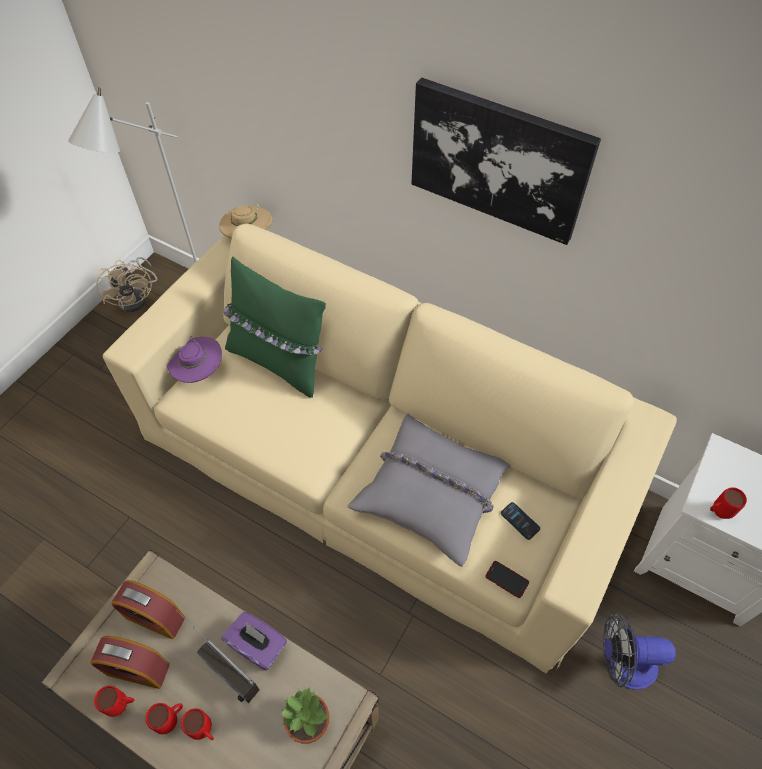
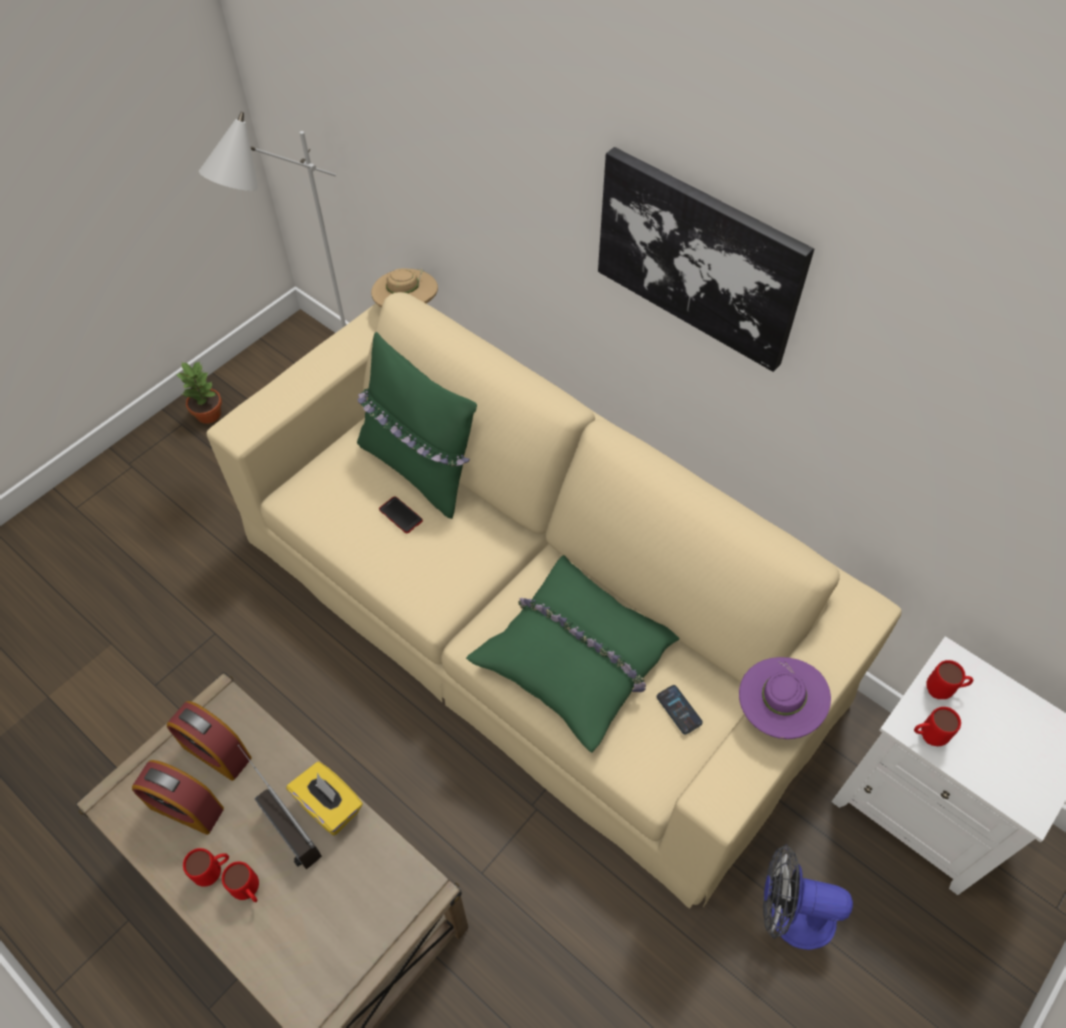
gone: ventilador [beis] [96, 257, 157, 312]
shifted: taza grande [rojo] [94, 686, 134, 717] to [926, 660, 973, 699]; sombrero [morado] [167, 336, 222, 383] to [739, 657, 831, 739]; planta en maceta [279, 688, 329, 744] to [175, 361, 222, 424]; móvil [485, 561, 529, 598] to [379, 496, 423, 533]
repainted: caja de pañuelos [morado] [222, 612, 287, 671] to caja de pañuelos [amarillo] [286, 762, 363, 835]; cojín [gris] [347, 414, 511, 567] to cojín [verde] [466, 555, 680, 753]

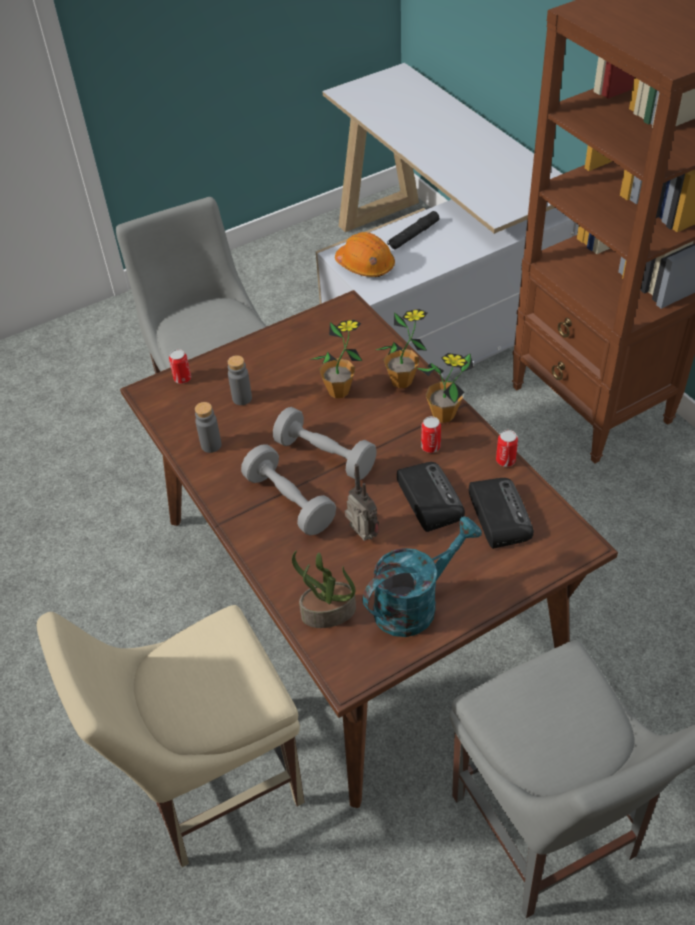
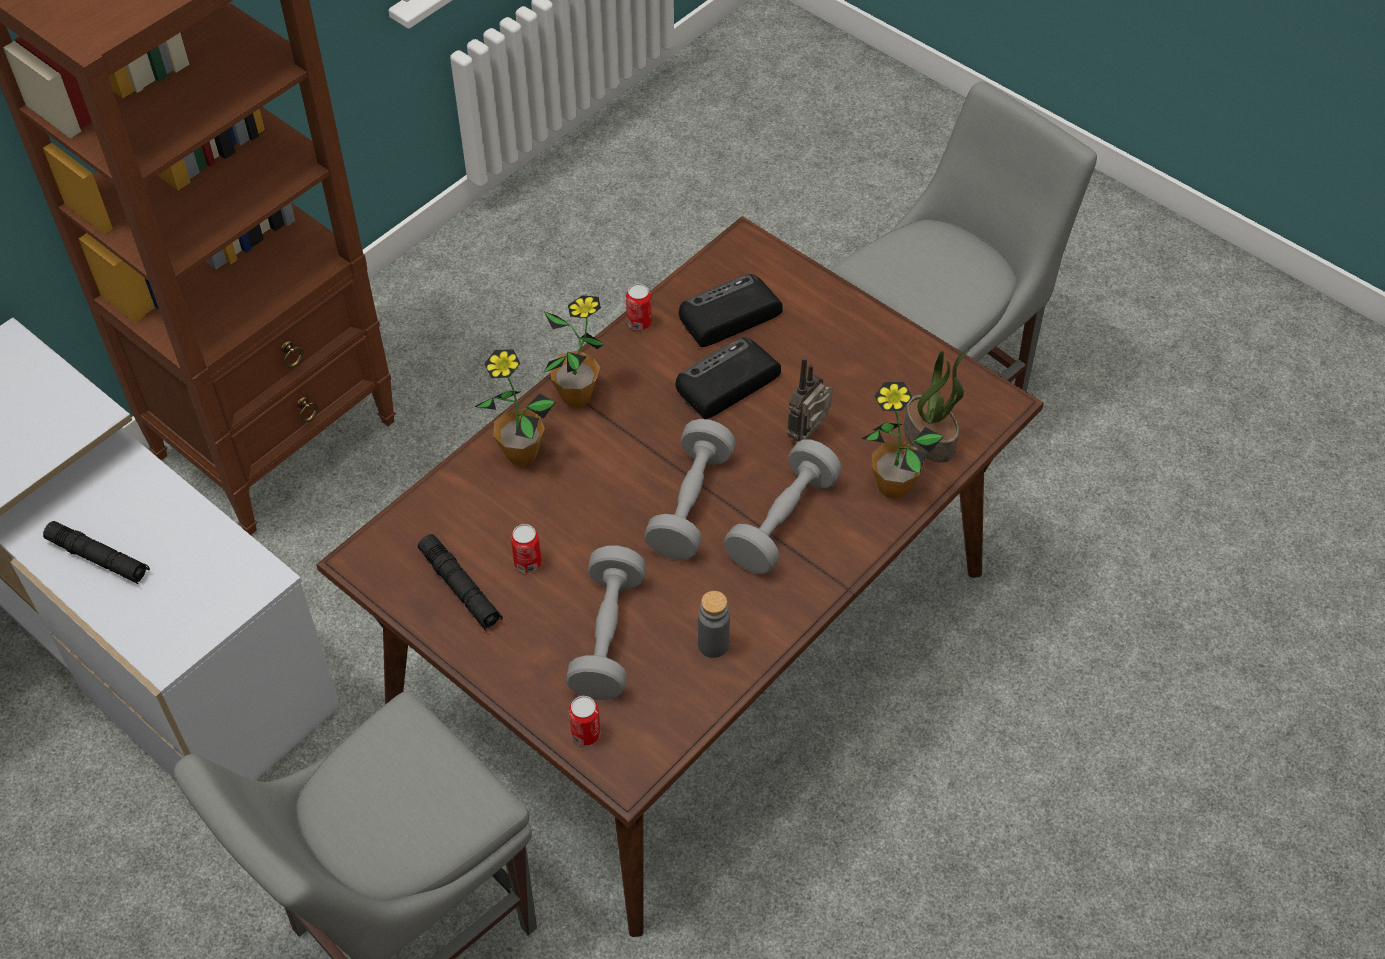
gone: silla [beis] [37, 605, 305, 867]; casco [naranja] [335, 232, 395, 277]; regadera [turquesa] [363, 516, 482, 637]
new: linterna [negro] [418, 534, 503, 631]
shifted: planta en maceta [309, 319, 362, 398] to [861, 382, 944, 499]; lata [421, 416, 441, 453] to [511, 524, 542, 573]
swapped: botella [gris] [228, 355, 252, 405] to mancuerna [gris] [566, 545, 646, 700]

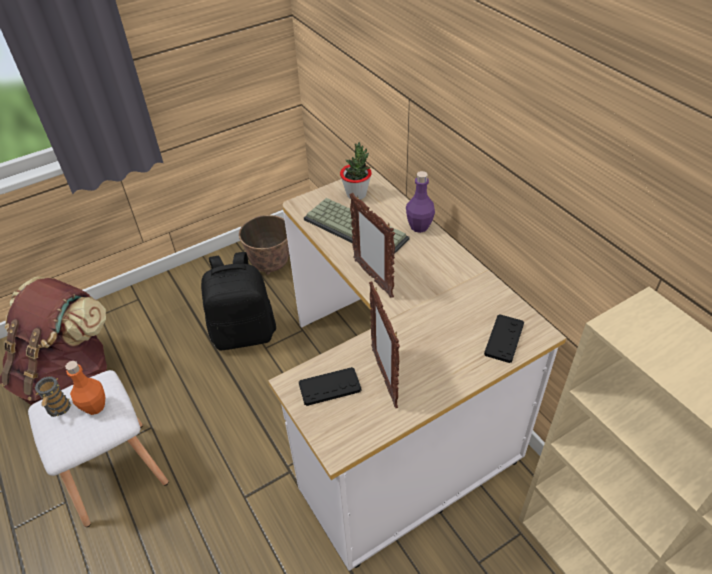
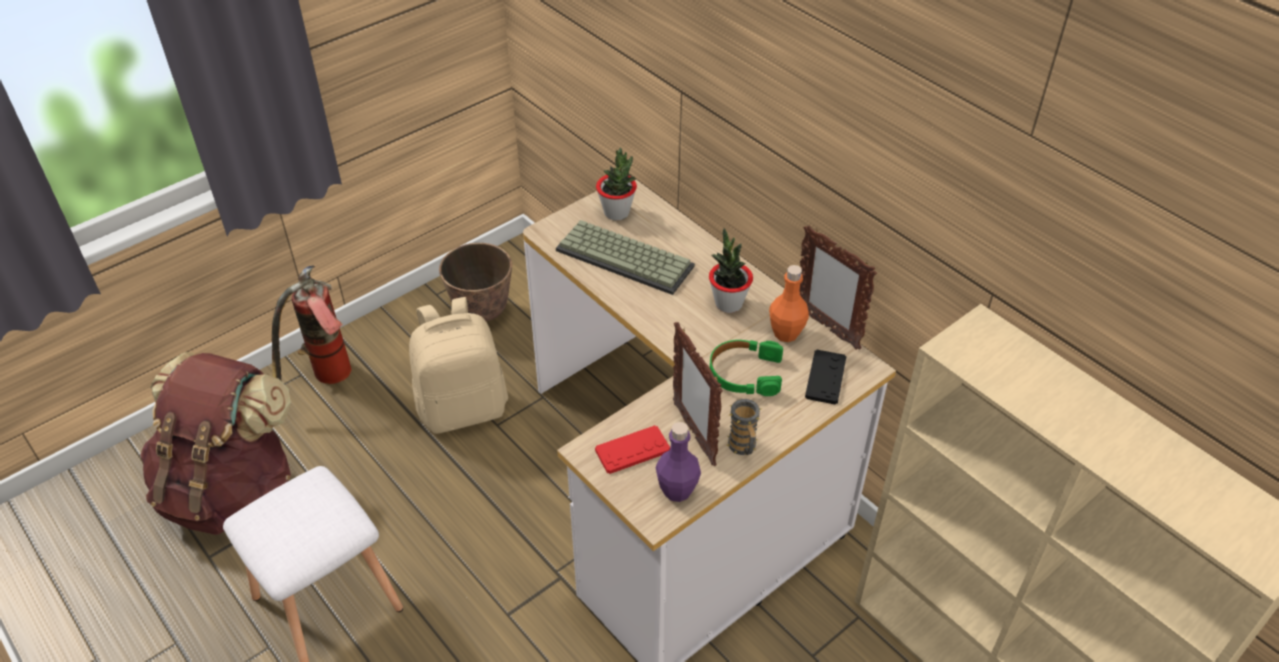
new: extintor [272, 266, 352, 384]; planta en maceta [709, 228, 753, 313]; auriculares [verde] [710, 340, 783, 396]
shifted: taza grande [34, 376, 71, 417] to [726, 399, 761, 455]; botella [naranja] [65, 361, 105, 415] to [769, 265, 809, 342]; portarretratos [349, 193, 395, 298] to [799, 225, 877, 350]; botella [morado] [406, 171, 435, 233] to [656, 422, 701, 502]
repainted: mochila [negro] [201, 252, 276, 350] to mochila [beis] [409, 297, 508, 434]; mando de consola [negro] [299, 367, 361, 406] to mando de consola [rojo] [595, 425, 670, 474]

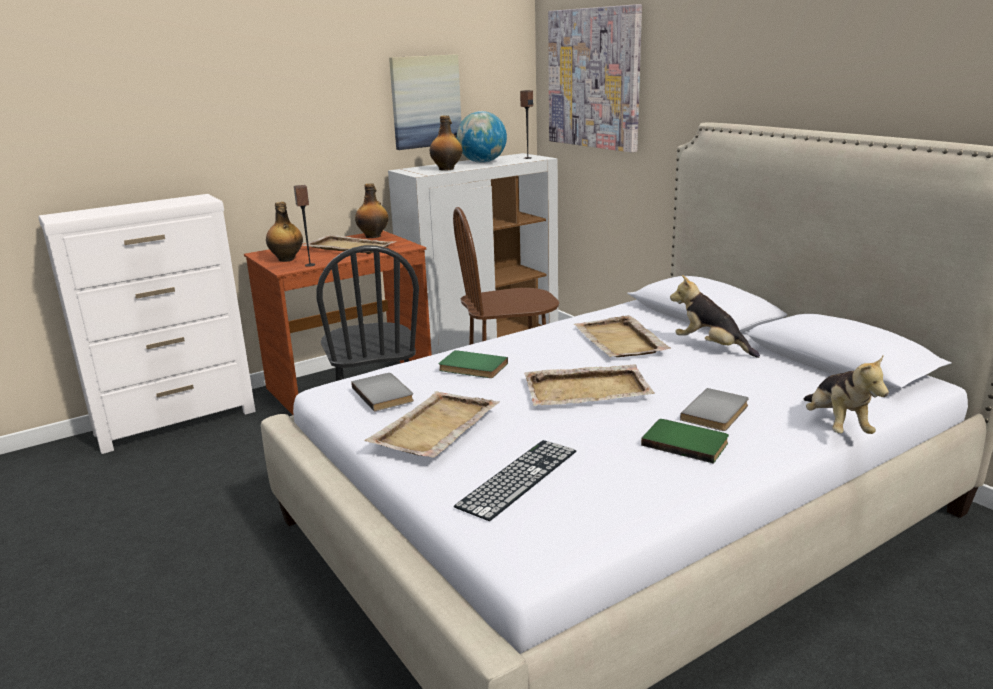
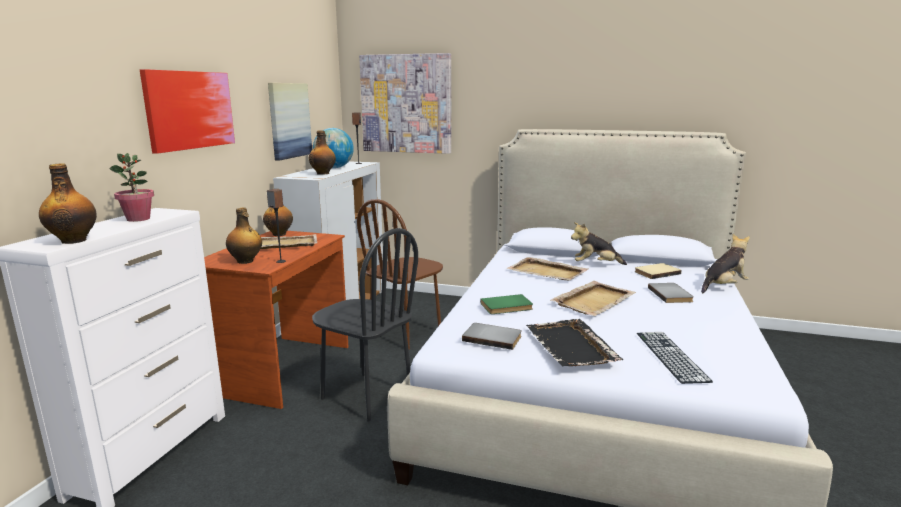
gone: libro [verde] [641, 419, 729, 464]
new: botella [39, 163, 97, 244]; planta en maceta [109, 153, 154, 222]; cuadro [140, 69, 235, 154]; libro [beis] [635, 263, 682, 279]
repainted: bandeja [beis] [364, 391, 500, 458] to bandeja [negro] [526, 319, 623, 367]
rotated: peluche [804, 356, 889, 434] = [701, 234, 750, 293] 75 degrees counterclockwise

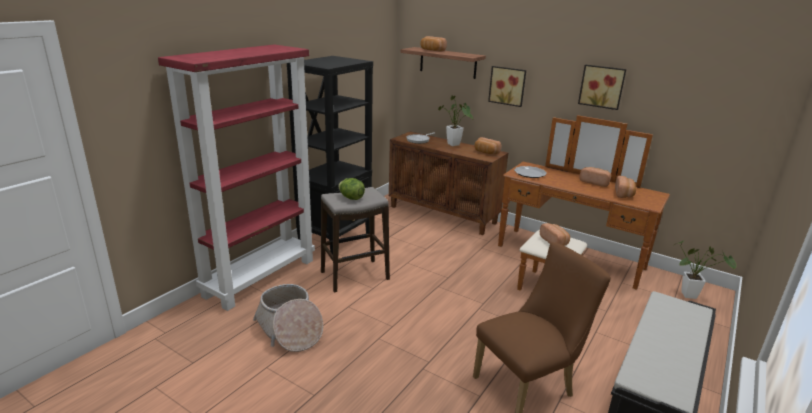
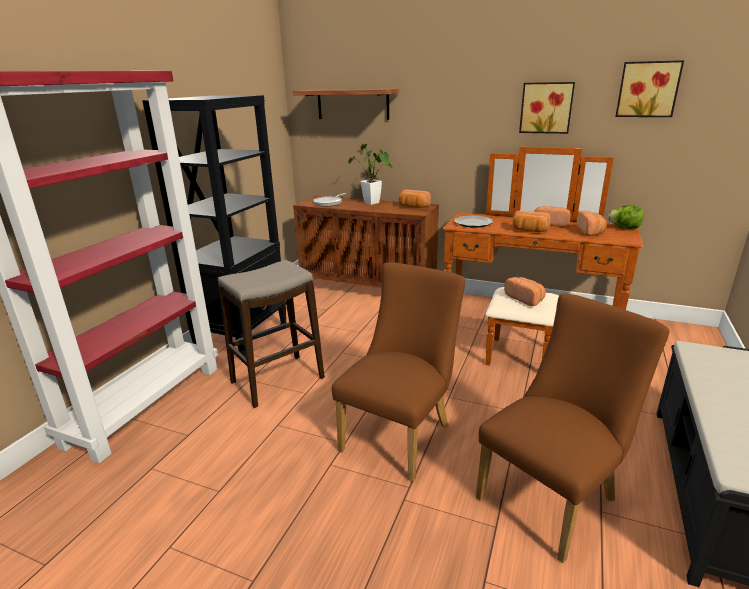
gone: cesta [253, 284, 323, 352]; planta en maceta [673, 241, 736, 299]
new: silla [marrón] [332, 262, 465, 482]
shifted: lechuga [338, 178, 365, 200] to [608, 205, 644, 229]; pan [420, 36, 447, 52] to [512, 210, 551, 232]; cuadro [488, 66, 526, 107] to [615, 60, 684, 117]

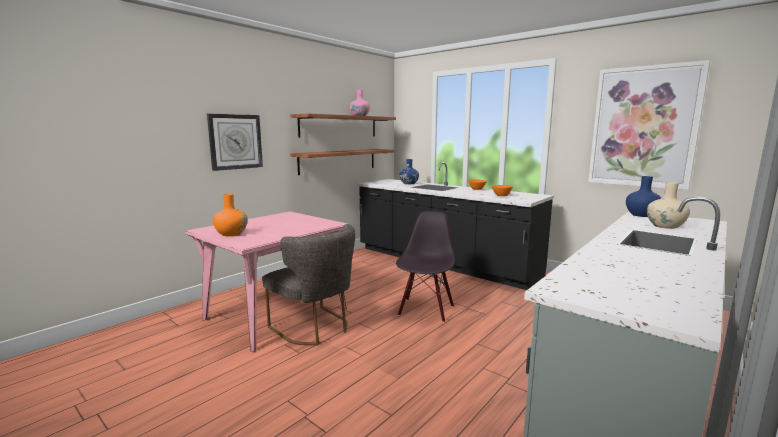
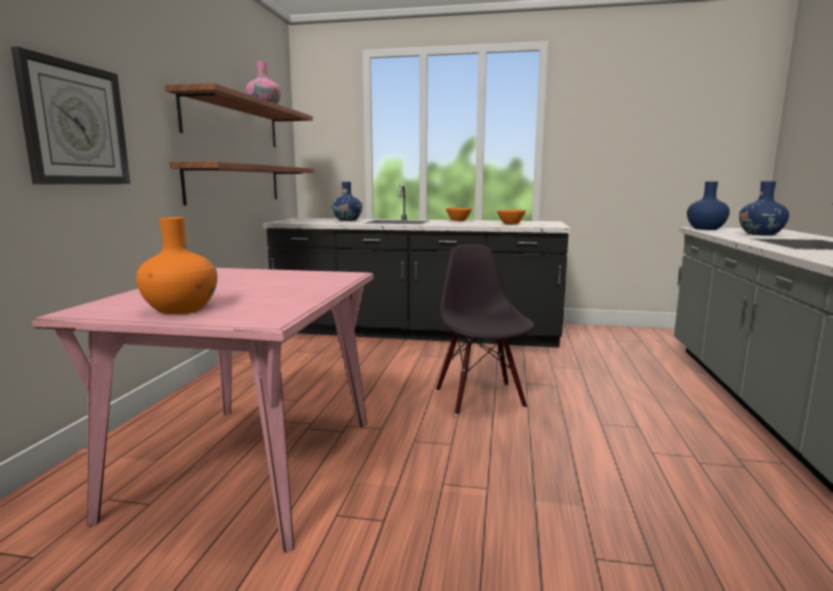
gone: silla [gris] [262, 224, 356, 345]; cuadro [588, 60, 710, 190]
repainted: florero [beis] [647, 182, 690, 229] to florero [azul] [739, 181, 789, 236]

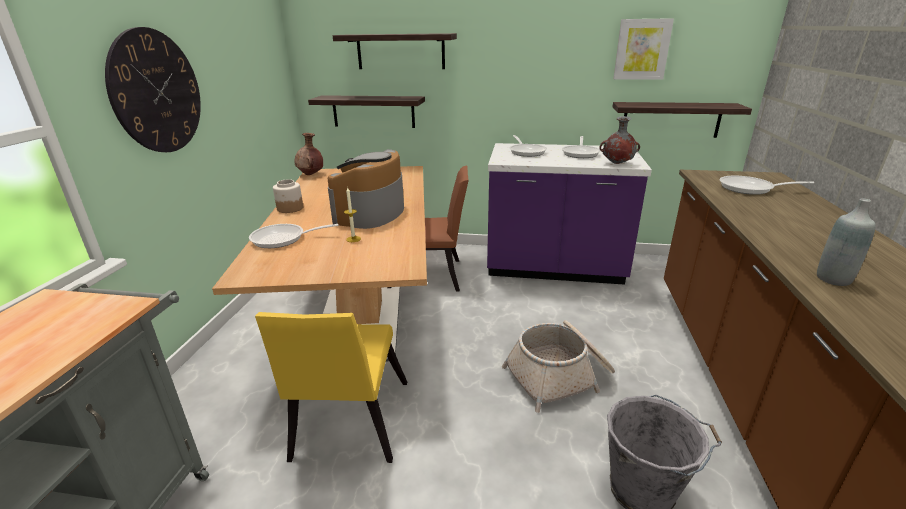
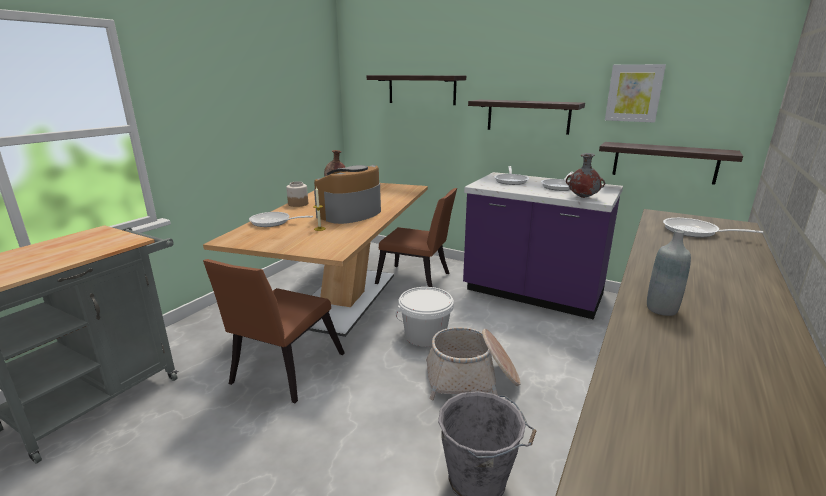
gone: reloj de pared [105, 27, 201, 152]
new: cubo [blanco] [395, 287, 454, 347]
shifted: estante [308, 95, 425, 128] to [468, 100, 585, 135]
repainted: silla [amarillo] [255, 312, 407, 463] to silla [marrón] [203, 259, 345, 403]

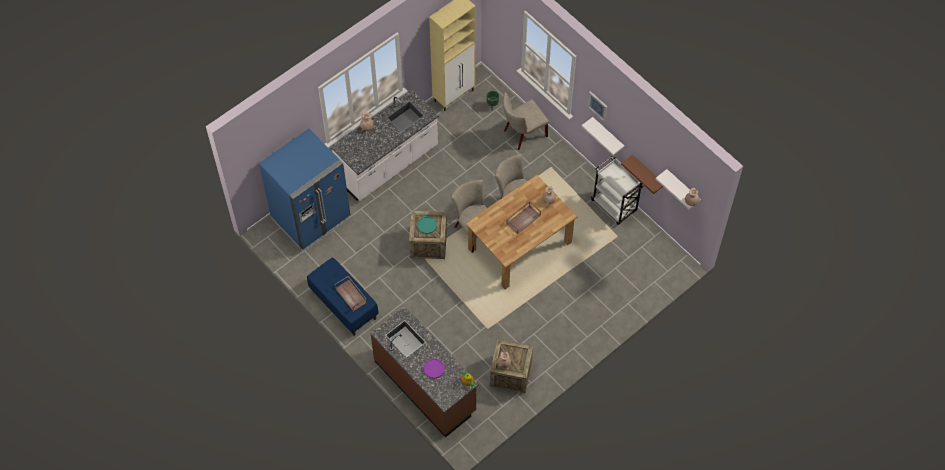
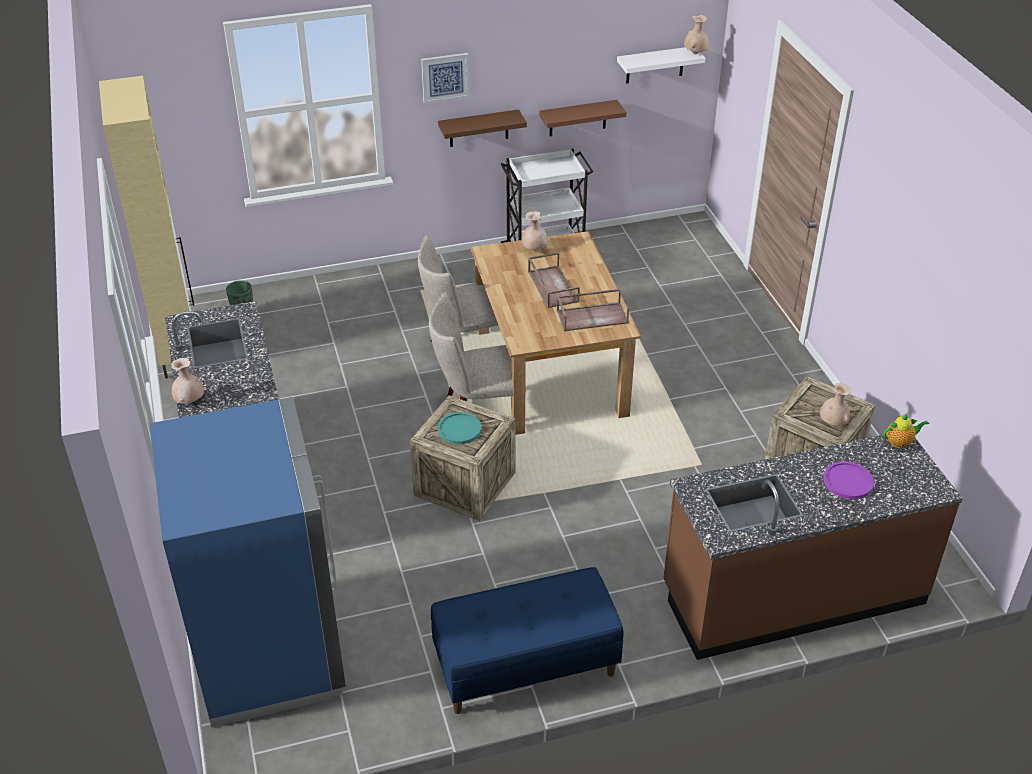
gone: silla [beis] [503, 92, 549, 150]
shifted: bandeja [marrón] [335, 276, 367, 312] to [557, 289, 629, 331]
repainted: estante [blanco] [582, 117, 624, 155] to estante [marrón] [438, 109, 527, 147]

